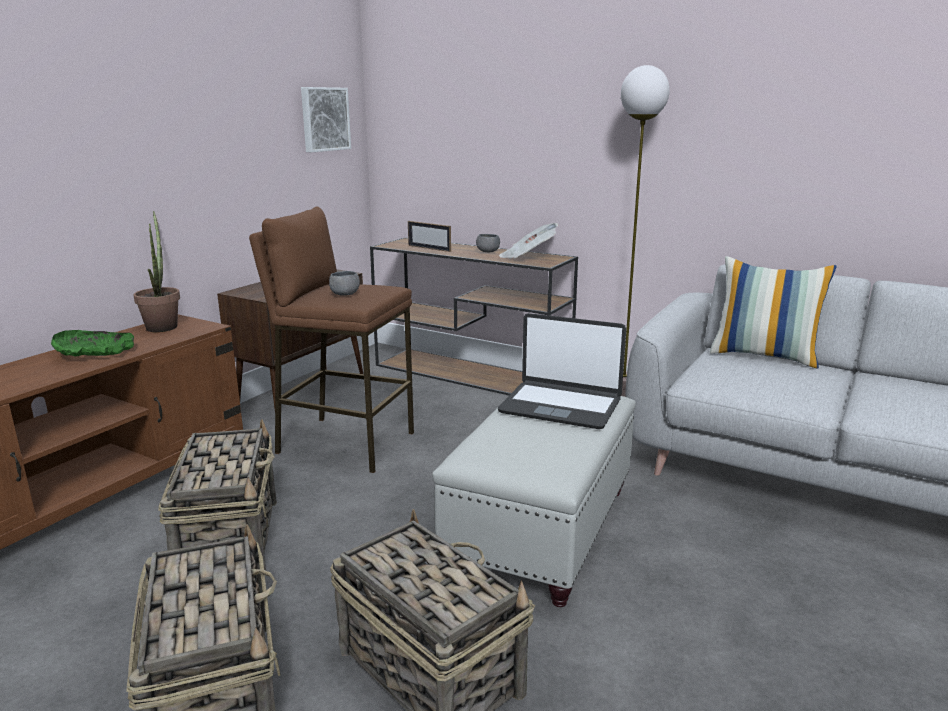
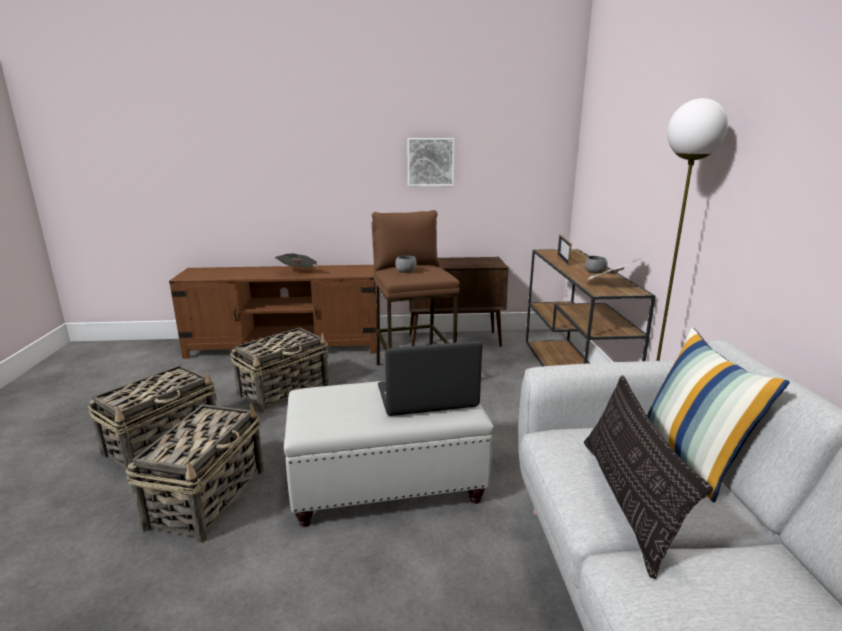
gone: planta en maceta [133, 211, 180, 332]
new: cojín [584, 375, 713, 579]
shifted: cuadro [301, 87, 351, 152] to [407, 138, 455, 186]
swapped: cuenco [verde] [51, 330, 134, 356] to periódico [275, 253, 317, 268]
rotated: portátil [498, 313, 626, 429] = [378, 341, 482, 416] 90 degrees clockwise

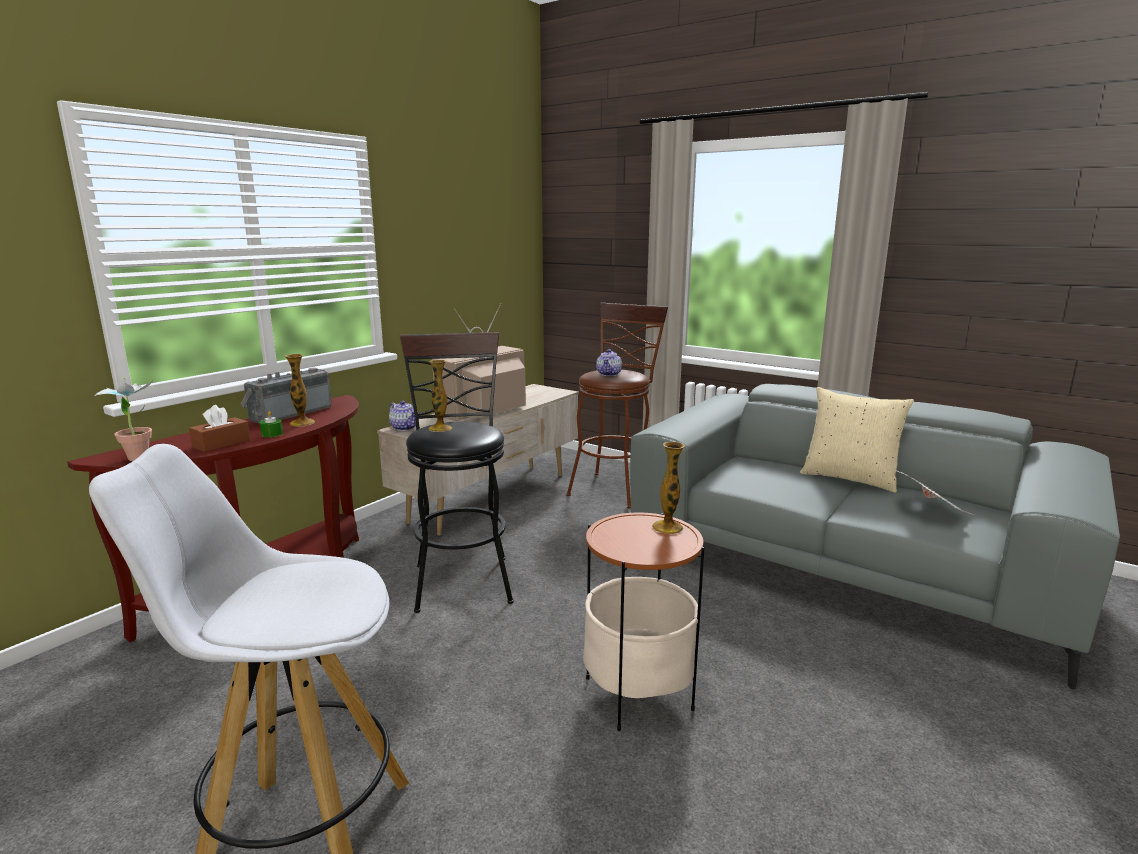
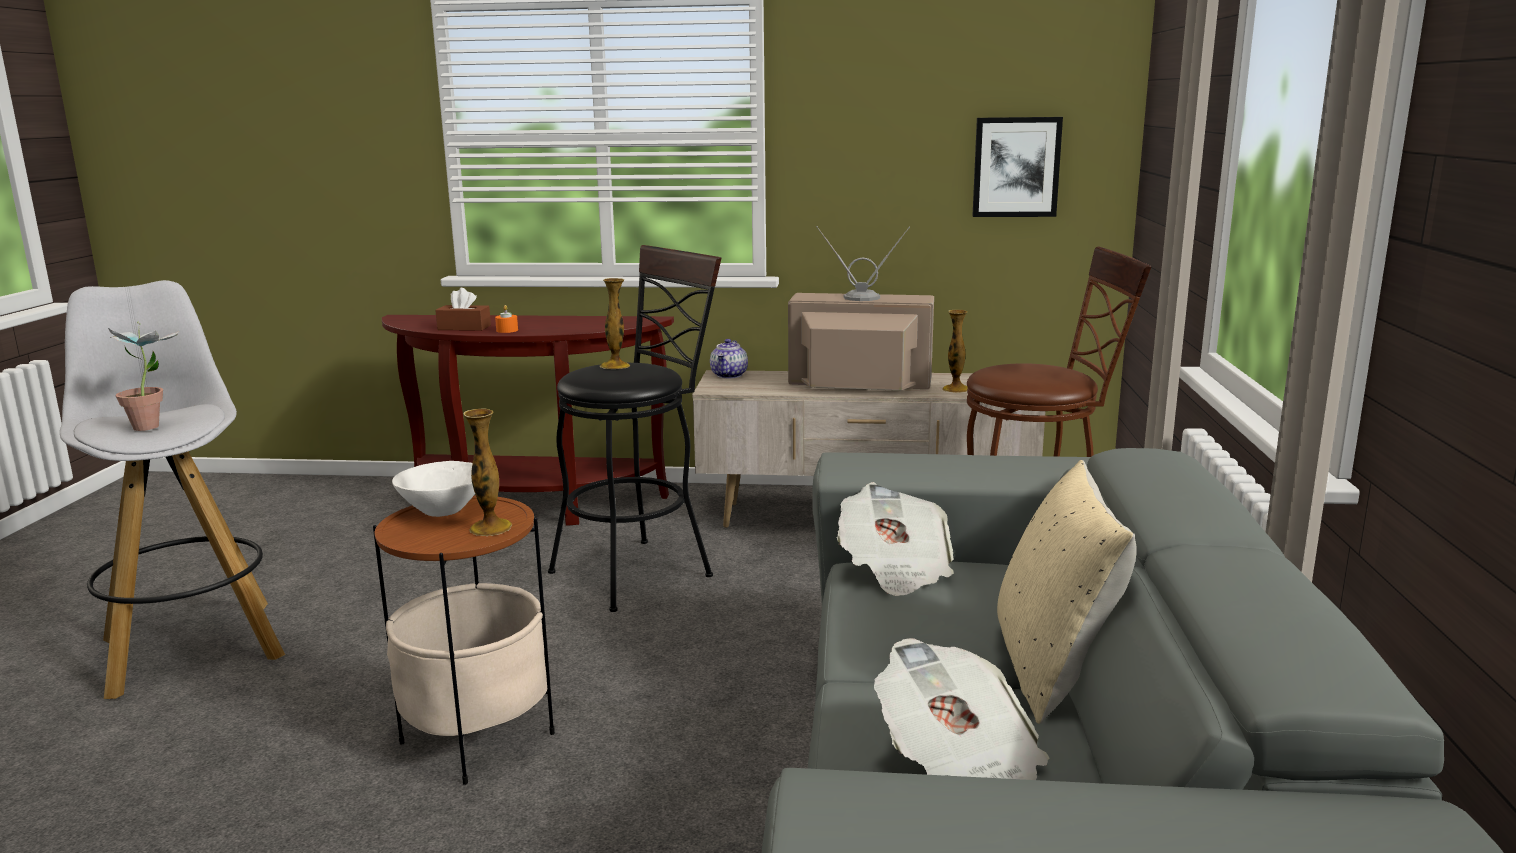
gone: radio [241, 368, 332, 424]; tetera [596, 349, 622, 376]
new: cuenco [blanco] [392, 461, 475, 517]; periódico [837, 482, 954, 596]; cuadro [972, 117, 1063, 217]
shifted: planta en maceta [95, 377, 152, 461] to [108, 321, 179, 431]; florero [285, 354, 315, 427] to [942, 310, 967, 393]
repainted: vela [verde] [260, 411, 283, 437] to vela [naranja] [495, 305, 518, 333]

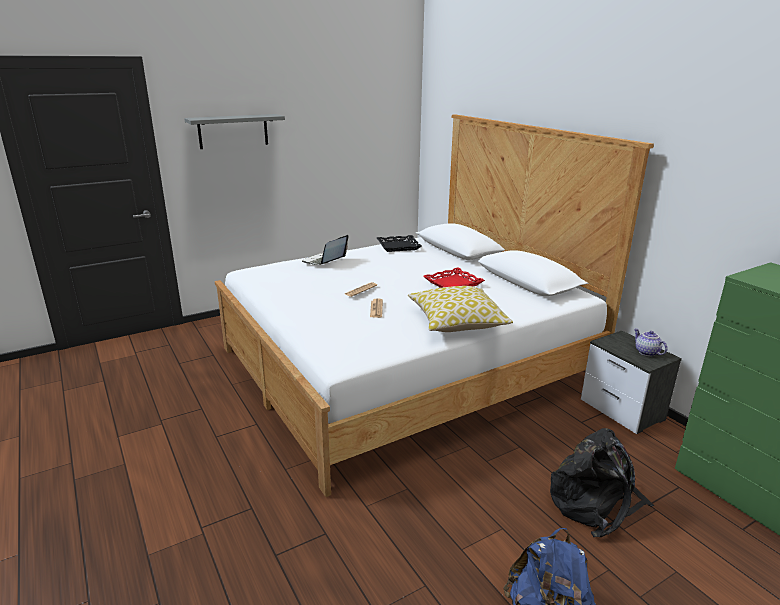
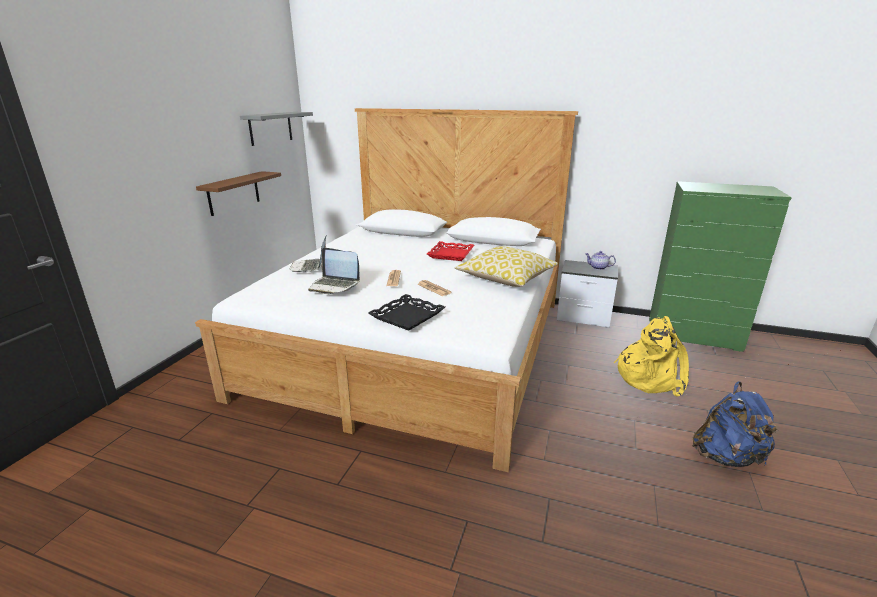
new: estante [marrón] [196, 171, 281, 216]; portátil [308, 247, 360, 294]
shifted: estante [gris] [184, 114, 285, 149] to [240, 112, 313, 146]; bandeja [negro] [377, 235, 421, 252] to [368, 294, 445, 331]
repainted: mochila [negro] [550, 428, 655, 538] to mochila [amarillo] [614, 316, 689, 396]

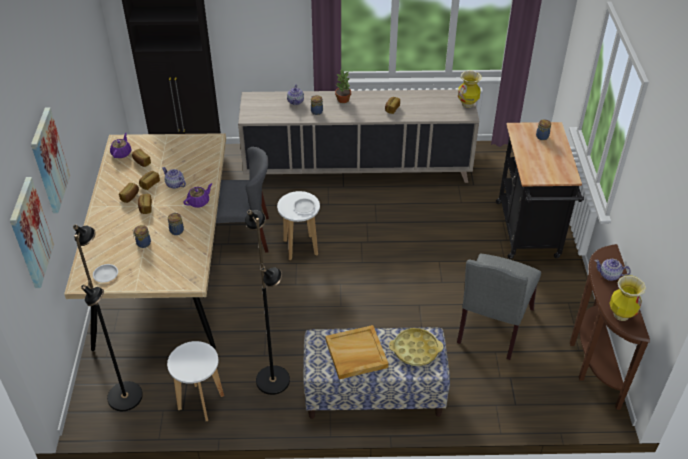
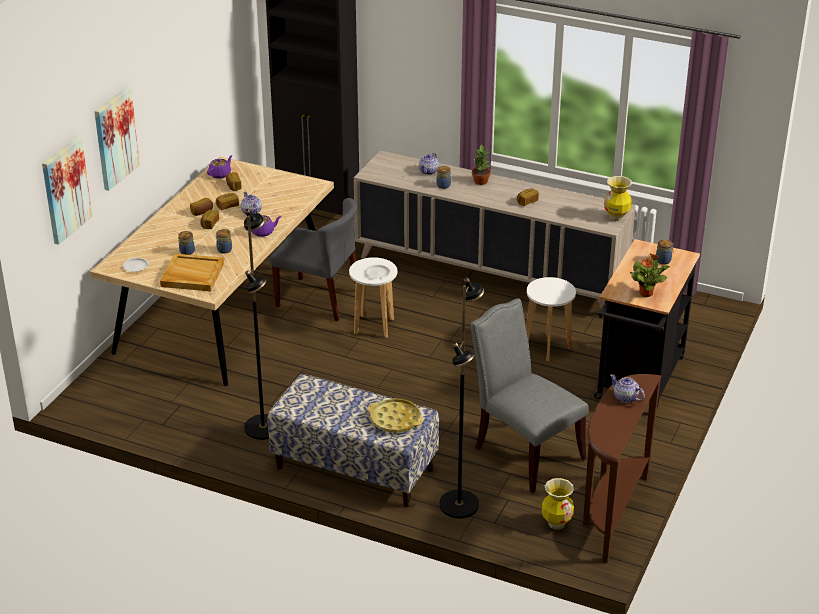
new: planta en maceta [630, 253, 670, 297]
shifted: lámpara de pie [negro] [73, 225, 143, 411] to [439, 277, 484, 518]; taburete [blanco] [167, 341, 224, 421] to [526, 277, 576, 361]; bandeja [beis] [325, 325, 389, 380] to [160, 253, 224, 291]; florero [609, 275, 646, 321] to [542, 478, 574, 529]
rotated: silla [gris] [457, 254, 541, 360] = [470, 298, 588, 493] 90 degrees clockwise

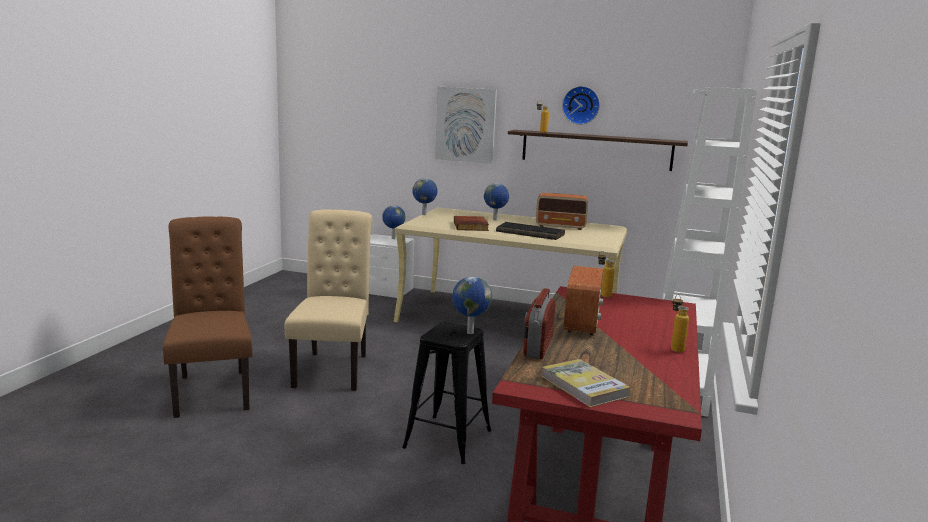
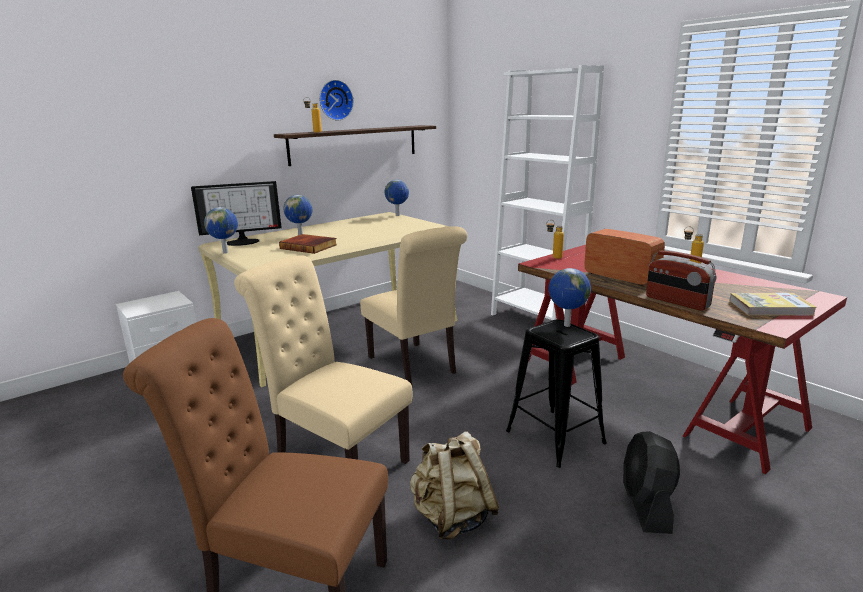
gone: cuadro [435, 87, 497, 164]; teclado [496, 222, 565, 240]; radio [536, 193, 588, 230]
new: monitor [191, 181, 282, 246]; silla [beis] [360, 226, 467, 385]; mochila [beis] [410, 431, 499, 540]; ventilador [negro] [623, 431, 680, 534]
shifted: globo terráqueo [382, 205, 405, 239] to [385, 180, 409, 216]

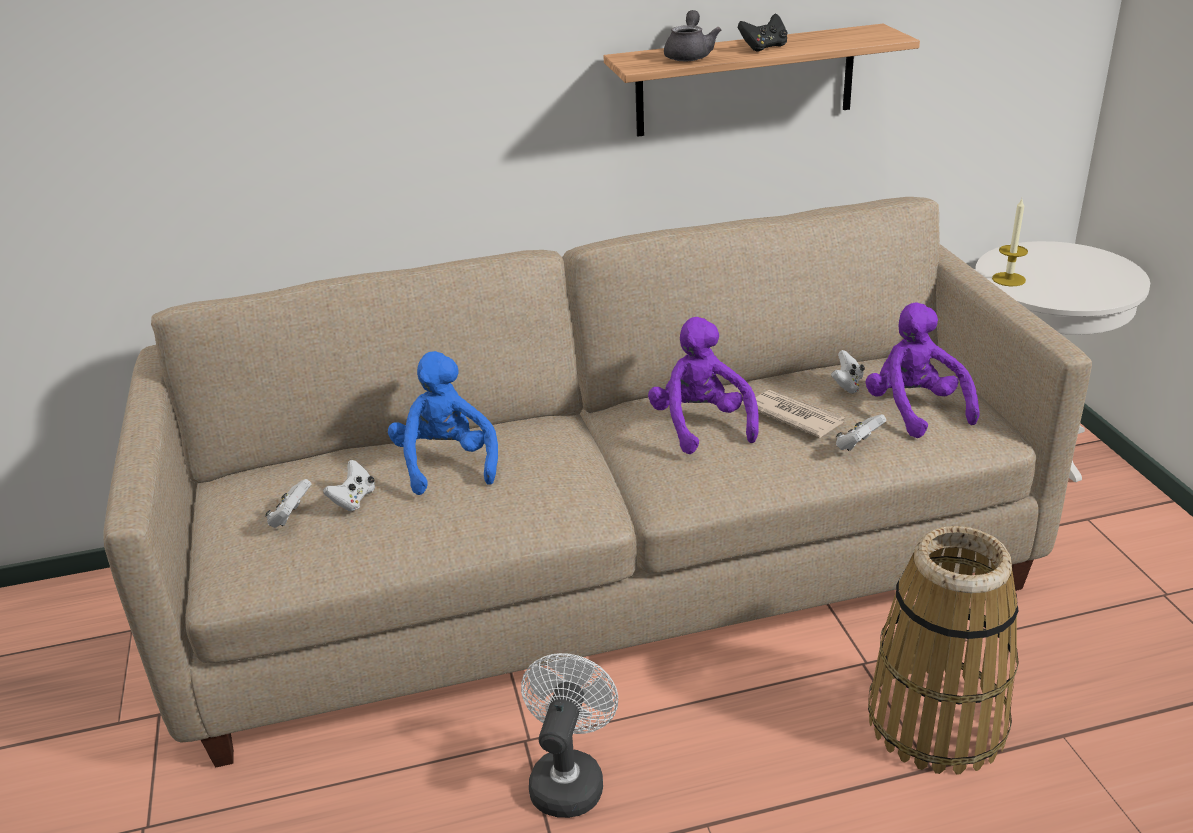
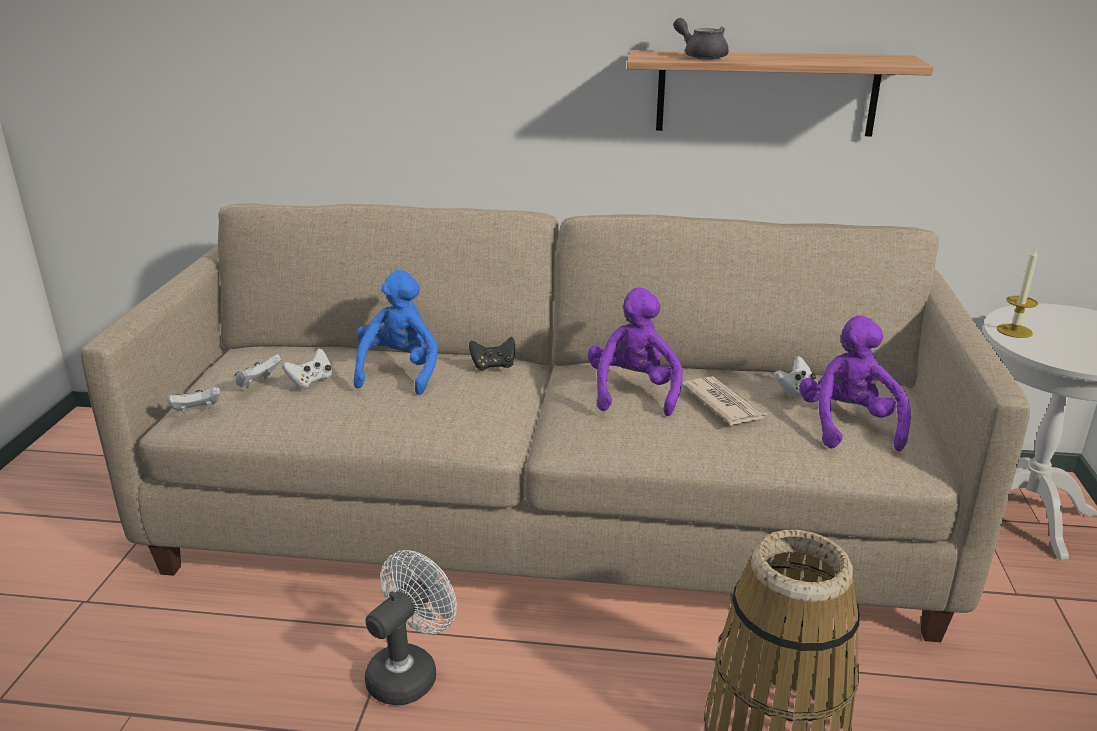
shifted: mando de consola [negro] [738, 14, 788, 51] to [469, 337, 515, 370]; mando de consola [blanco] [836, 414, 886, 451] to [167, 387, 220, 413]
rotated: tetera [gris] [664, 10, 721, 61] = [673, 18, 729, 60] 75 degrees counterclockwise

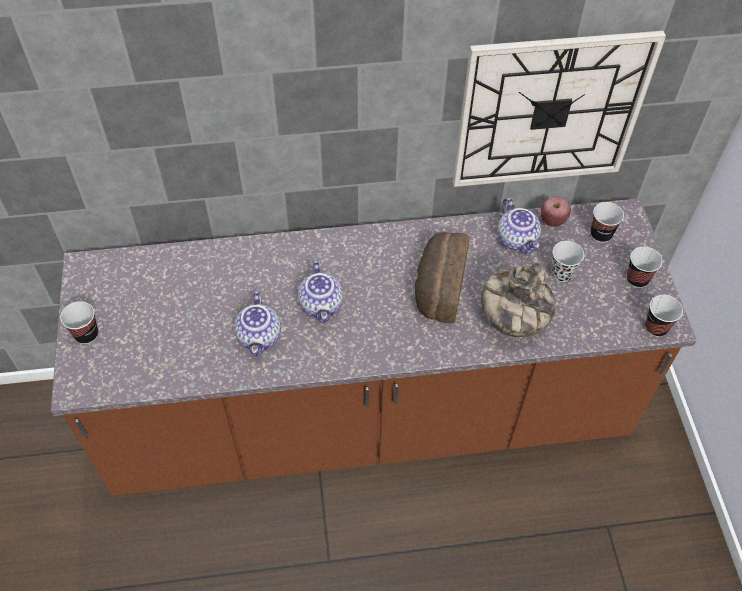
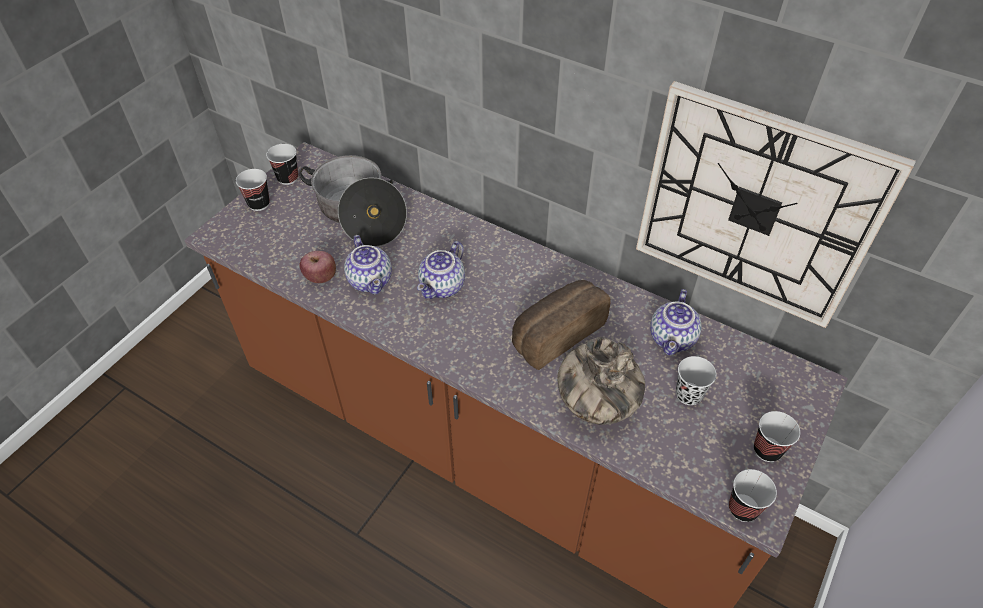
new: olla [299, 155, 407, 247]
shifted: manzana [541, 196, 571, 227] to [300, 251, 336, 283]; taza [591, 202, 624, 243] to [266, 144, 298, 185]
rotated: tetera [234, 291, 281, 356] = [344, 235, 392, 294] 60 degrees counterclockwise

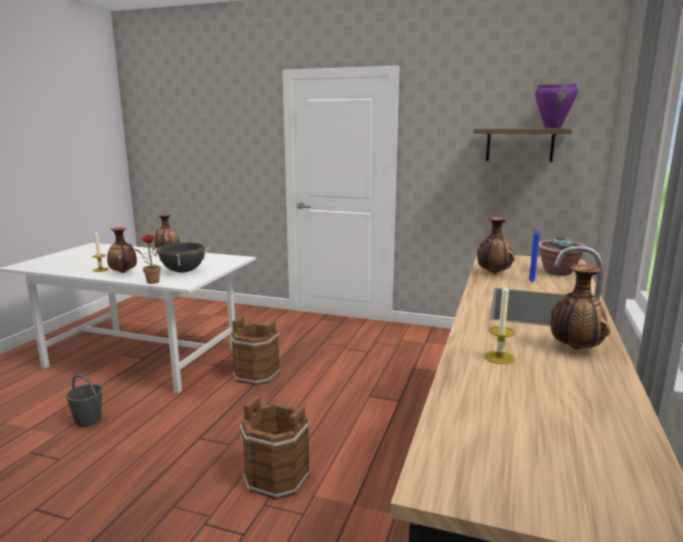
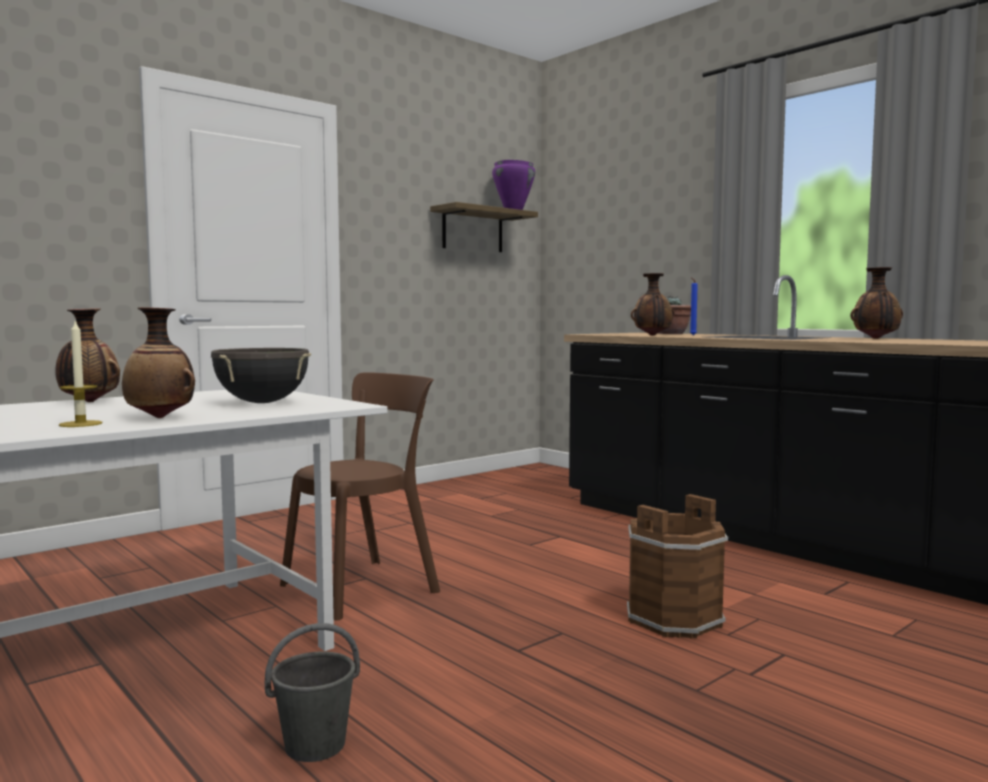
gone: planta en maceta [135, 235, 161, 284]; vela [485, 282, 515, 364]
swapped: cubo [marrón] [230, 316, 280, 386] to silla [marrón] [280, 372, 440, 621]

